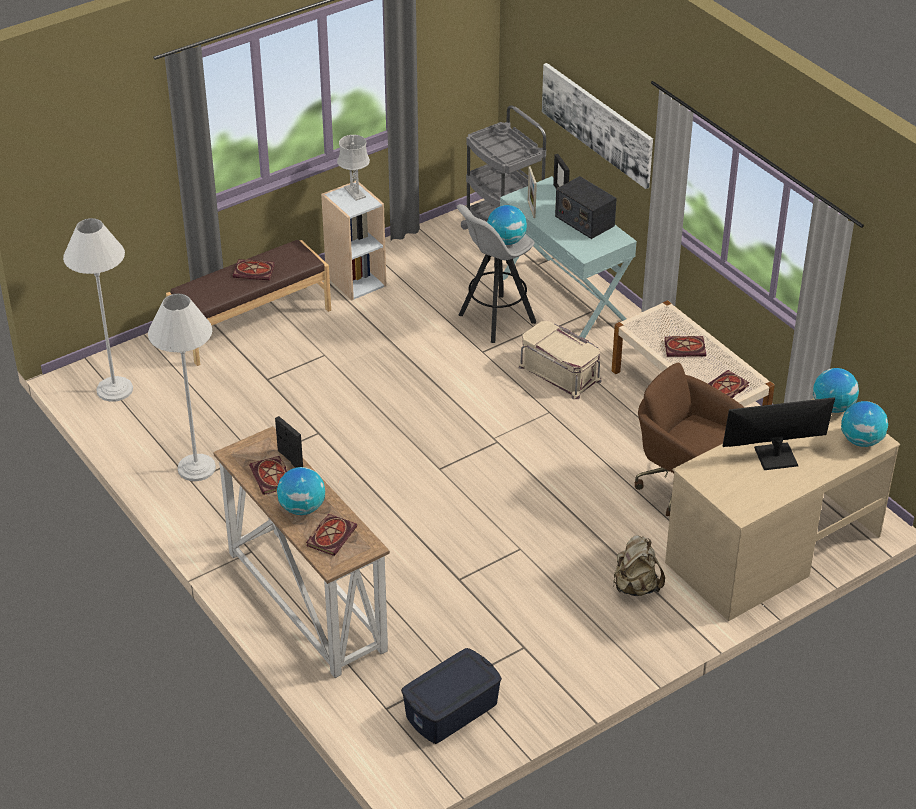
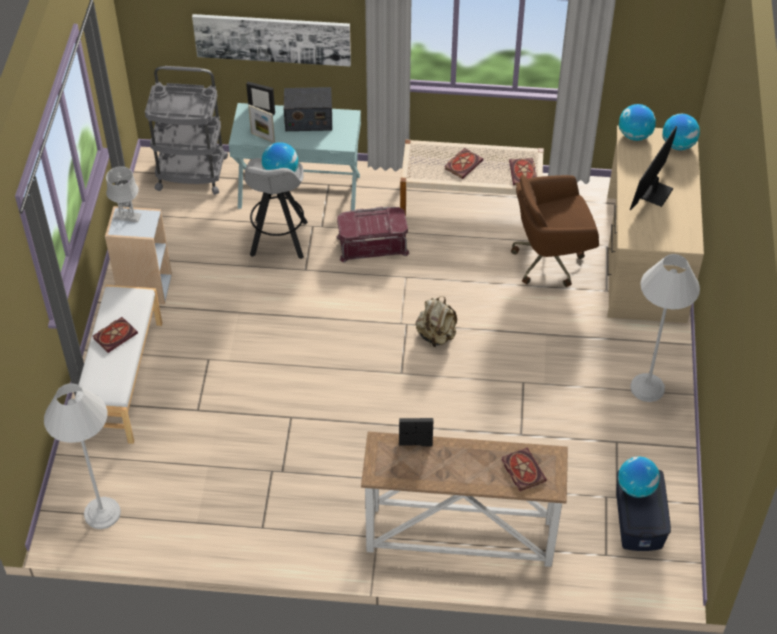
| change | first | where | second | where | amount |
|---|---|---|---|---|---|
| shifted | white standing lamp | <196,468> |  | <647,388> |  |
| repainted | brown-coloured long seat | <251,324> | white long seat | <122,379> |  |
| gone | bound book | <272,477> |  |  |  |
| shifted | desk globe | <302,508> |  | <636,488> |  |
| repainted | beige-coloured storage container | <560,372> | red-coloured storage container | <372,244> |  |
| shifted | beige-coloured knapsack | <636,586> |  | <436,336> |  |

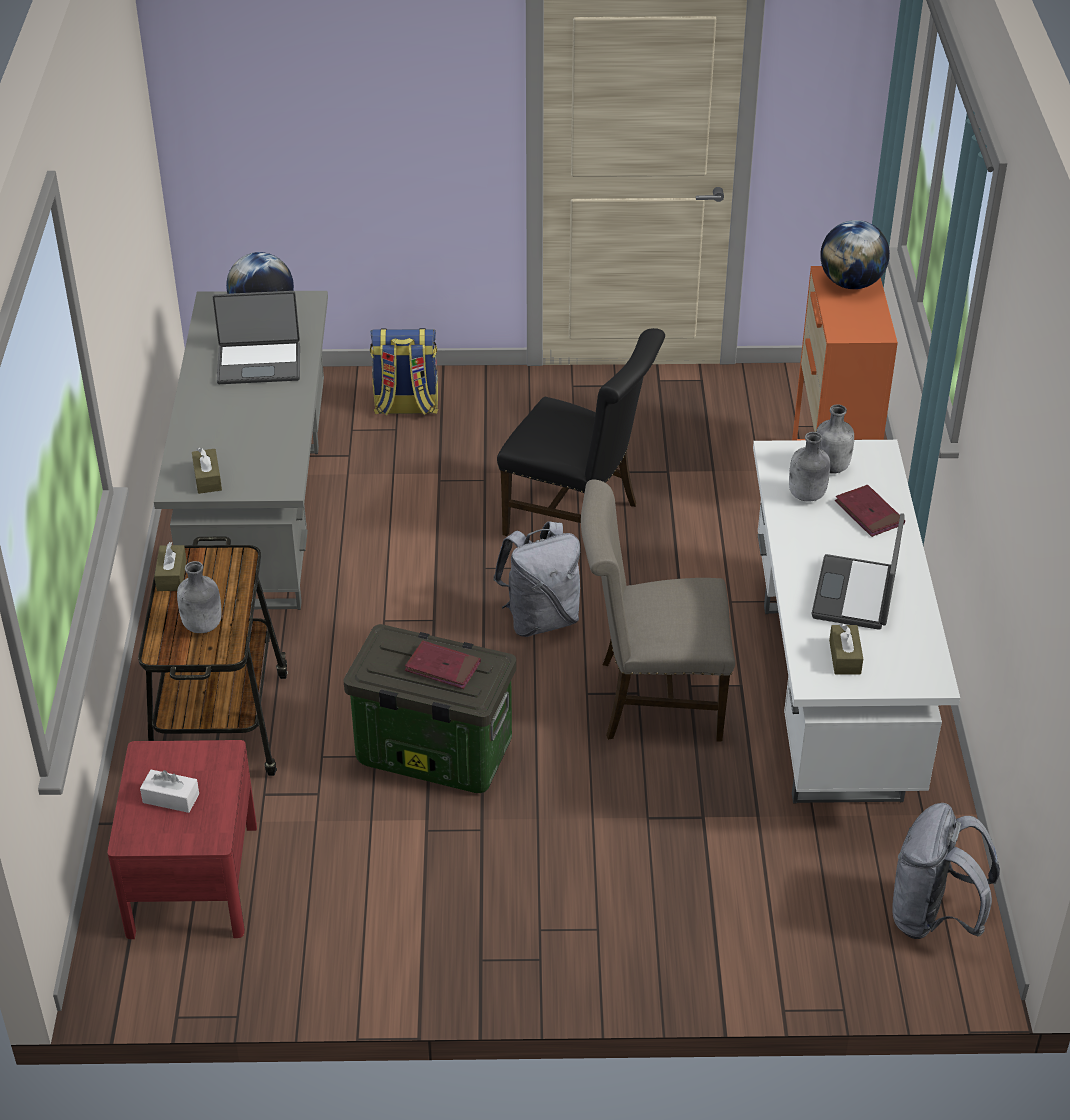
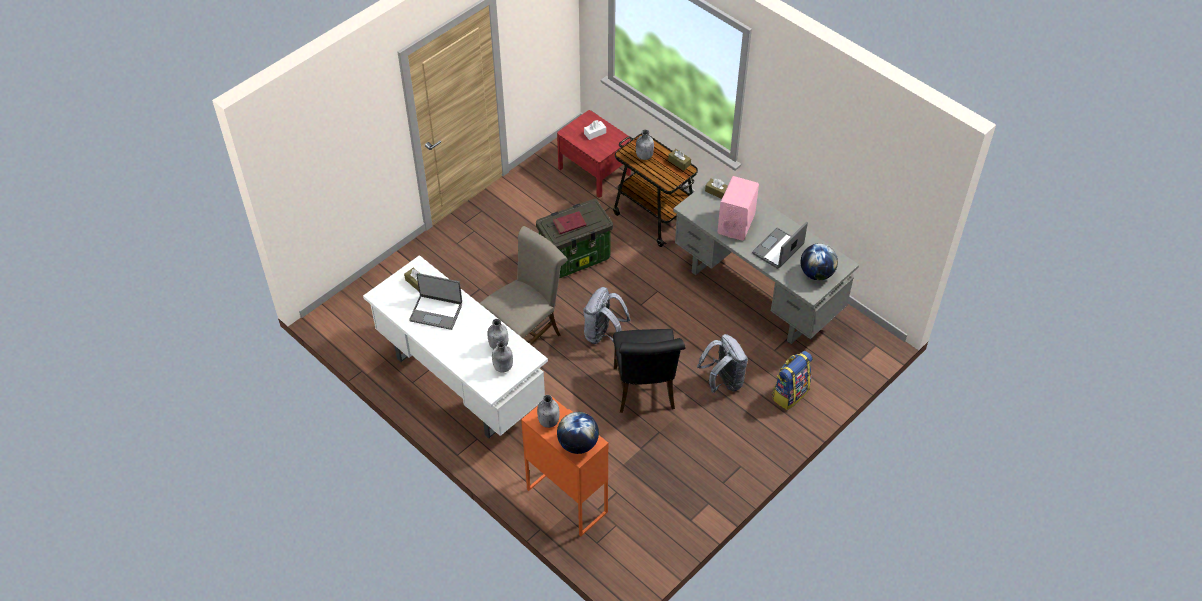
| change | first | where | second | where | amount |
|---|---|---|---|---|---|
| rotated | blackish chair | <579,520> |  | <645,391> | 75 degrees counterclockwise |
| rotated | laptop | <856,594> |  | <436,312> | 135 degrees clockwise |
| gone | red-coloured bound book | <869,513> |  |  |  |
| shifted | gray knapsack | <933,917> |  | <723,381> |  |
| new |  |  | gray bottle | <548,421> |  |
| new |  |  | pink speaker | <736,224> |  |

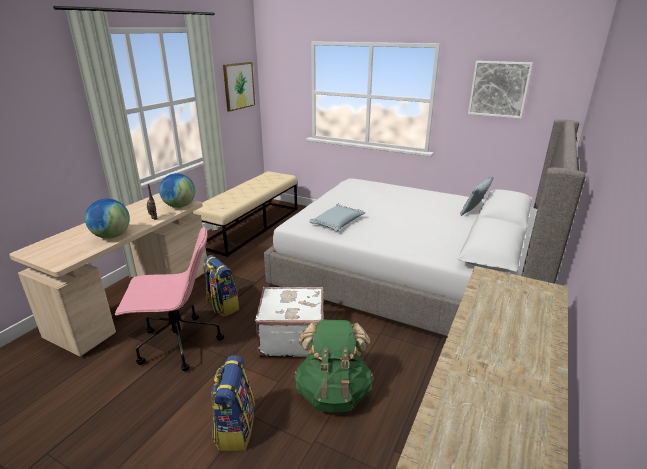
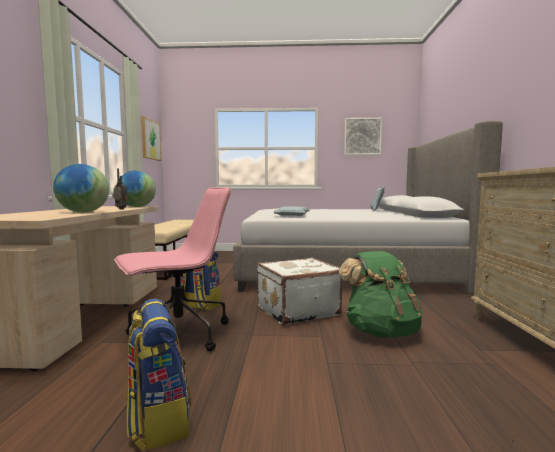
| change | first | where | second | where | amount |
|---|---|---|---|---|---|
| shifted | knapsack | <235,428> |  | <158,420> |  |

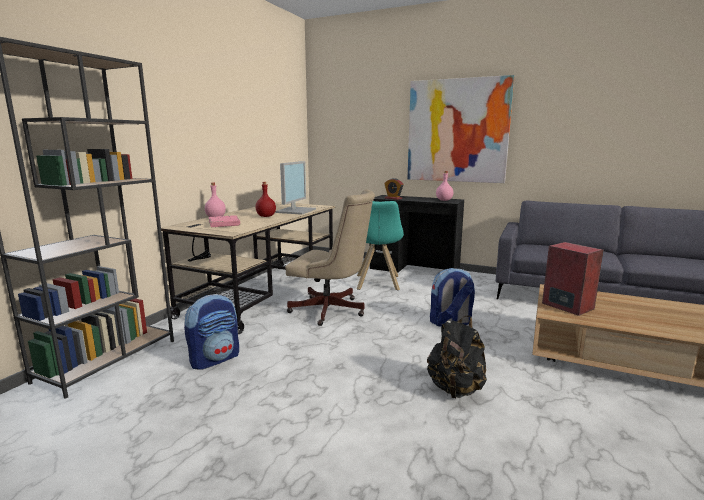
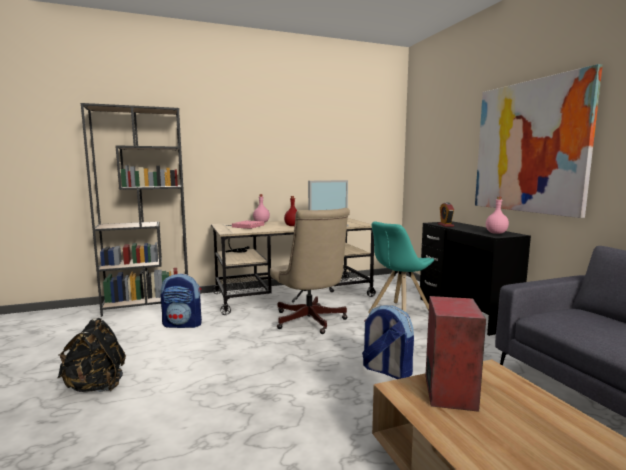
| change | first | where | second | where | amount |
|---|---|---|---|---|---|
| shifted | blackish knapsack | <456,389> |  | <96,386> |  |

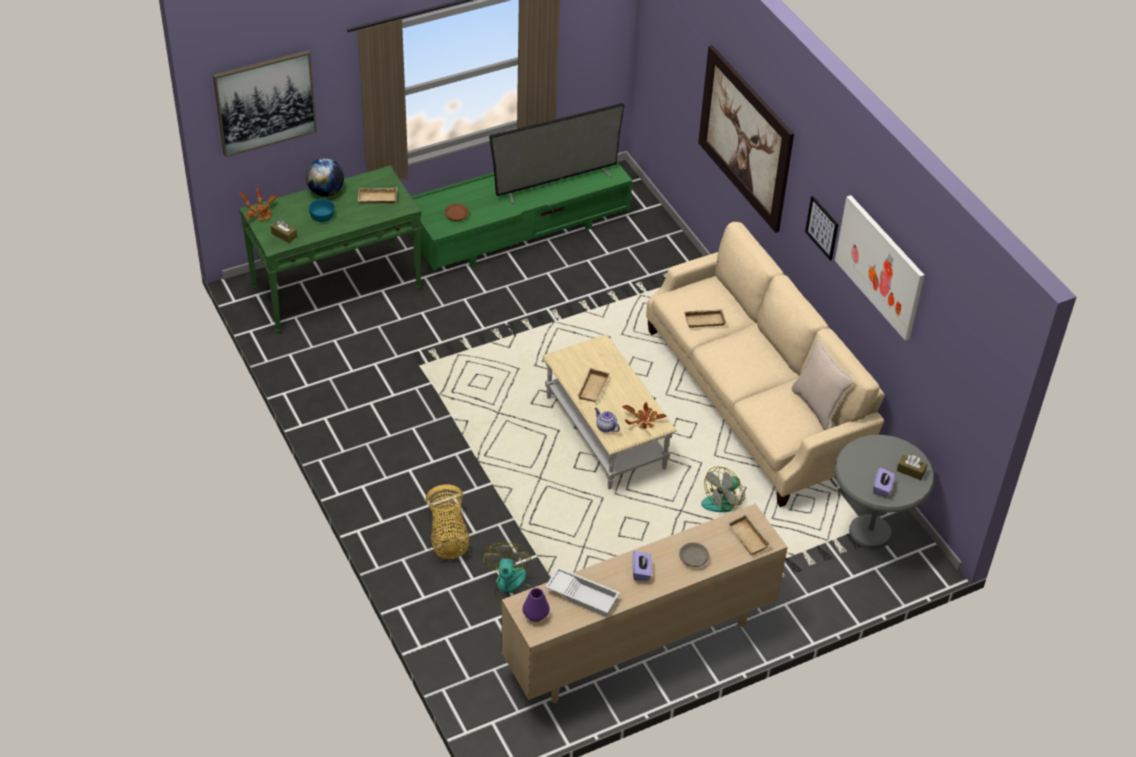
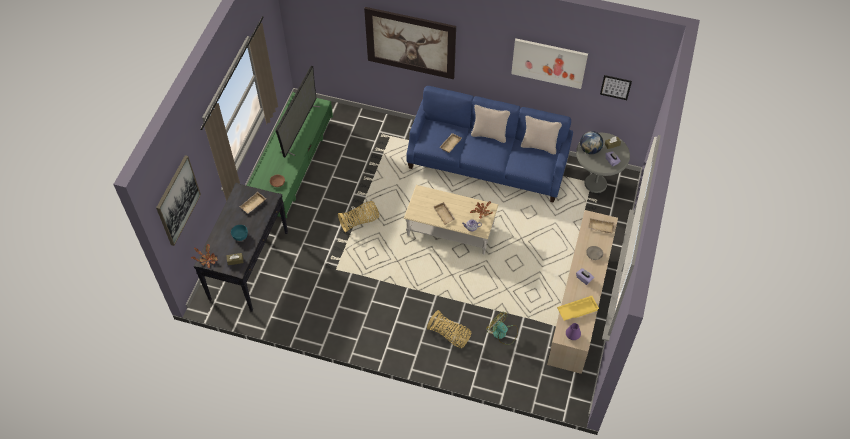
| change | first | where | second | where | amount |
|---|---|---|---|---|---|
| repainted | greenish hall table | <337,288> | blackish hall table | <249,265> |  |
| shifted | desk globe | <326,192> |  | <589,149> |  |
| repainted | white tray | <583,595> | yellow-coloured tray | <577,309> |  |
| repainted | beige-coloured settee | <754,401> | blue-coloured settee | <487,164> |  |
| gone | cooling fan | <724,500> |  |  |  |
| shifted | picture | <822,227> |  | <615,87> |  |
| new |  |  | storage basket | <360,221> |  |
| new |  |  | beige-coloured throw pillow | <489,135> |  |

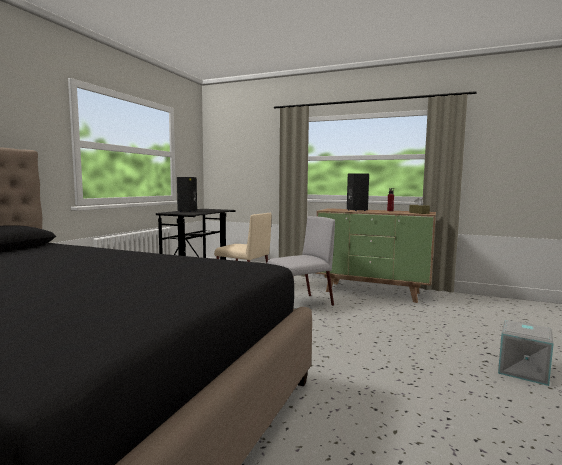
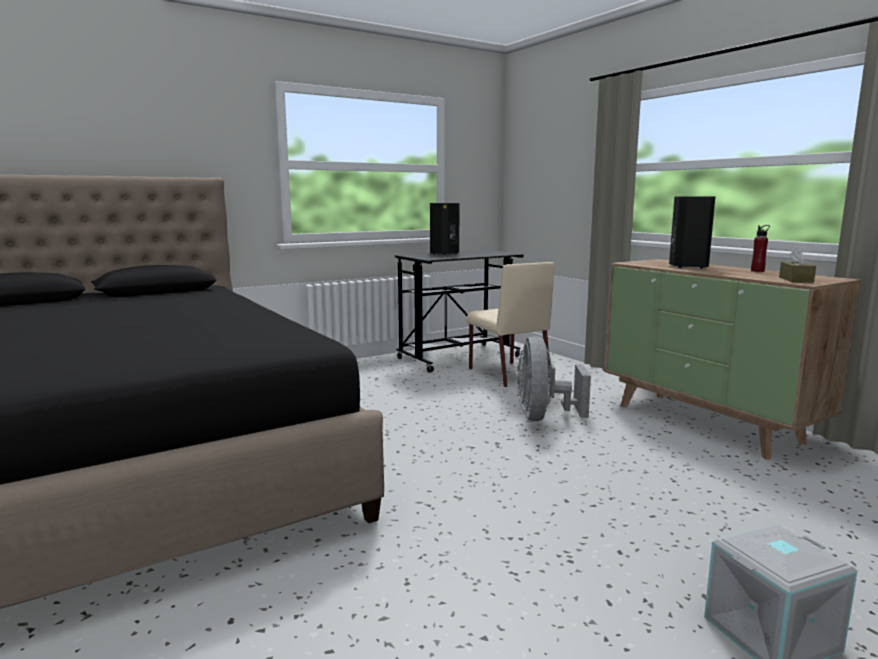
| change | first | where | second | where | amount |
|---|---|---|---|---|---|
| swapped | gray chair | <300,304> | gray cooling fan | <543,417> |  |

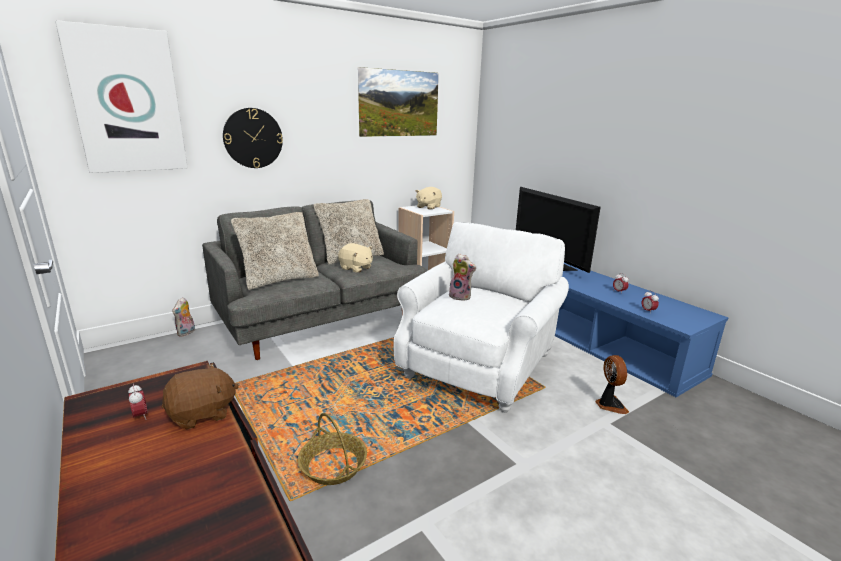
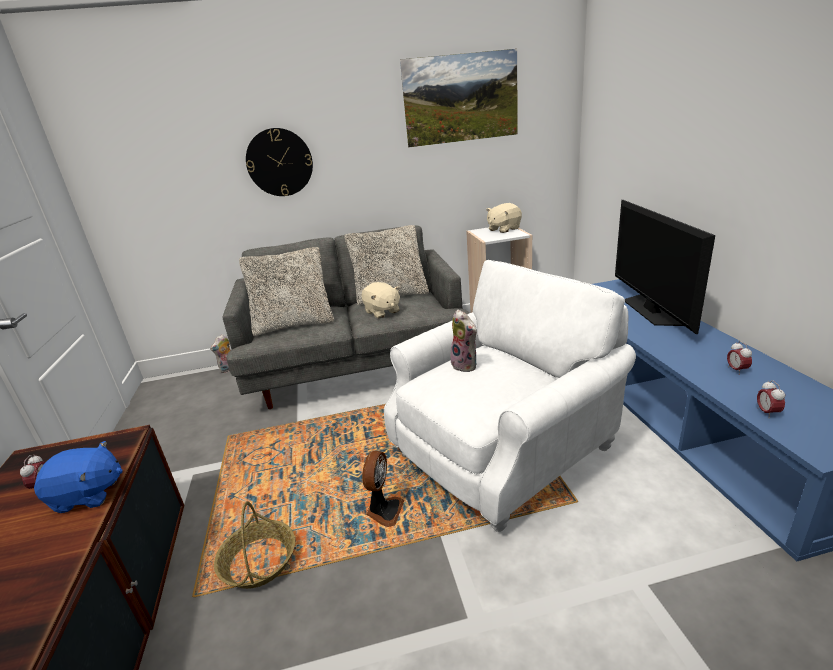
| change | first | where | second | where | amount |
|---|---|---|---|---|---|
| gone | picture | <127,101> |  |  |  |
| repainted | brown-coloured cuddly toy | <202,414> | blue-coloured cuddly toy | <89,495> |  |
| shifted | cooling fan | <609,405> |  | <384,511> |  |

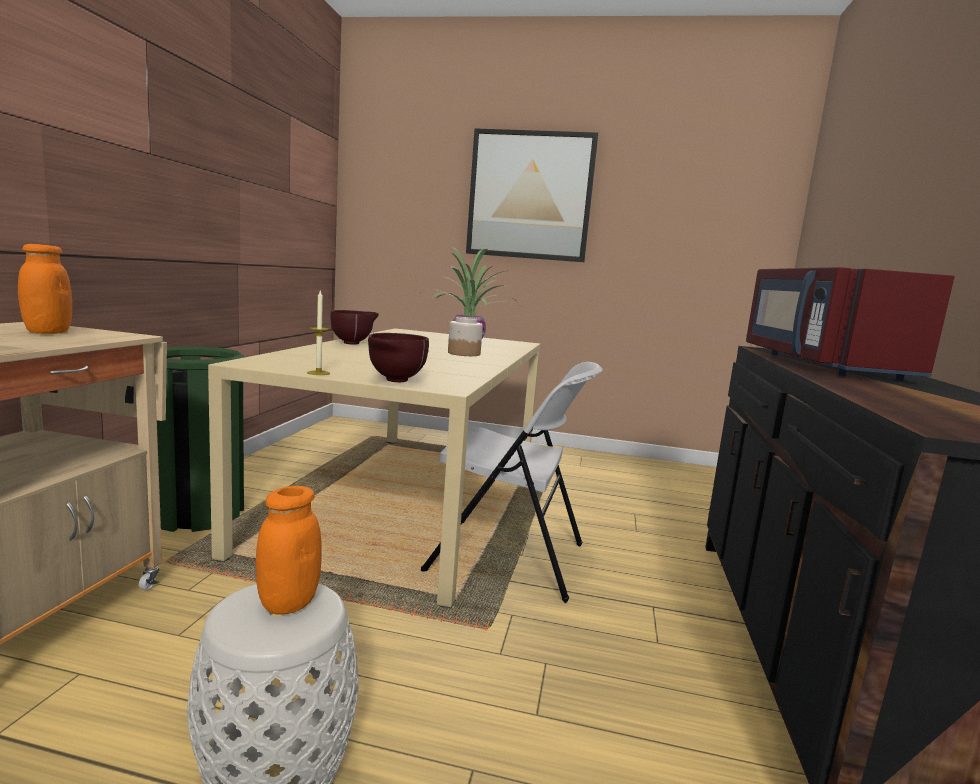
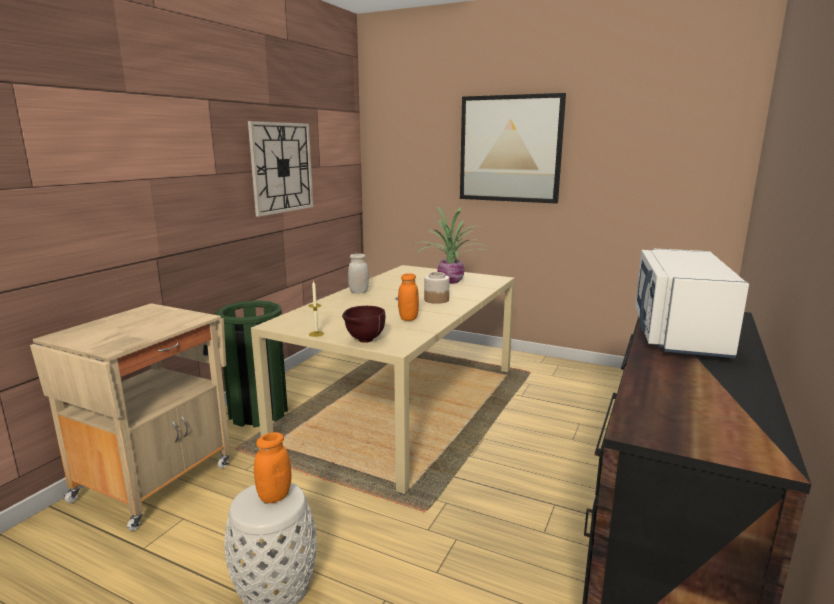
| change | first | where | second | where | amount |
|---|---|---|---|---|---|
| shifted | orangey jar | <48,332> |  | <408,318> |  |
| swapped | brown-coloured deep dish | <354,343> | white jar | <358,292> |  |
| gone | white chair | <507,557> |  |  |  |
| repainted | red-coloured microwave | <819,365> | white microwave | <677,333> |  |
| new |  |  | hanging clock | <282,167> |  |

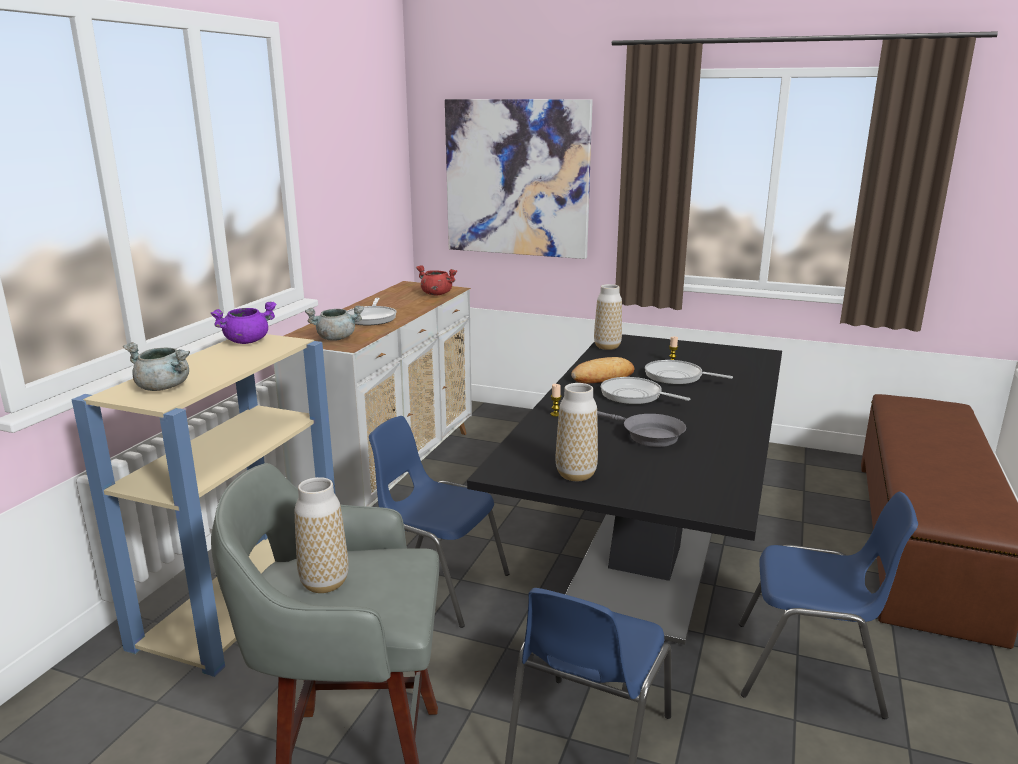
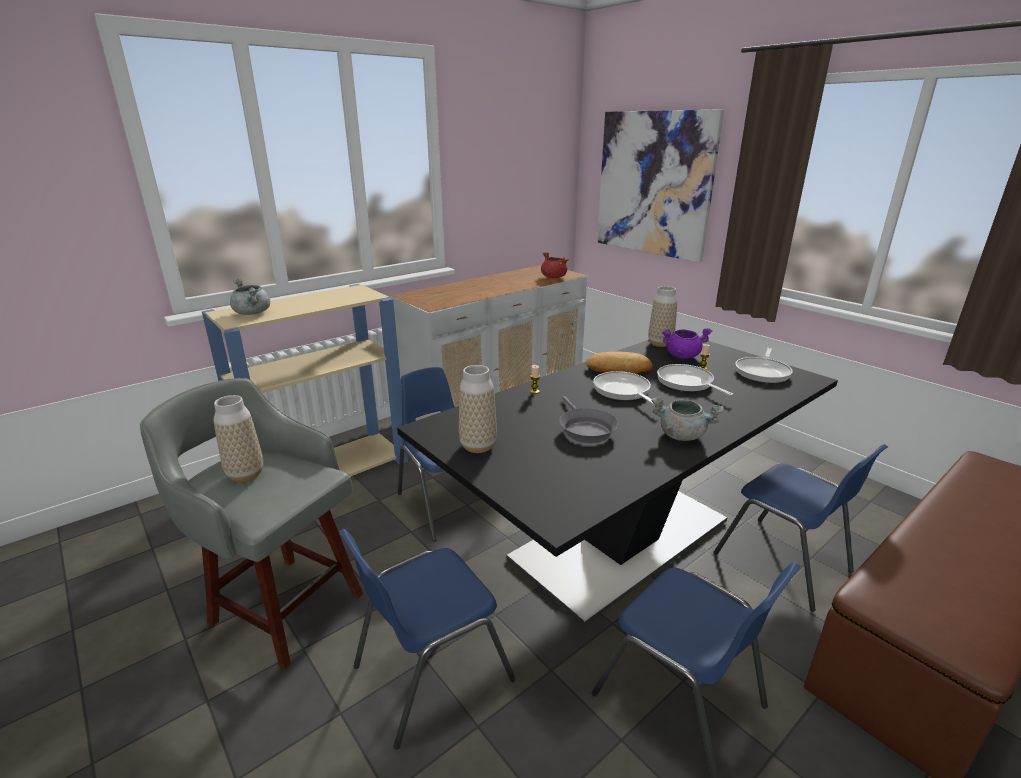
| change | first | where | second | where | amount |
|---|---|---|---|---|---|
| shifted | purple saucepot | <247,341> |  | <682,356> |  |
| shifted | gray saucepot | <336,338> |  | <682,435> |  |
| shifted | skillet | <371,318> |  | <762,372> |  |
| new |  |  | blue-coloured chair | <784,563> |  |

